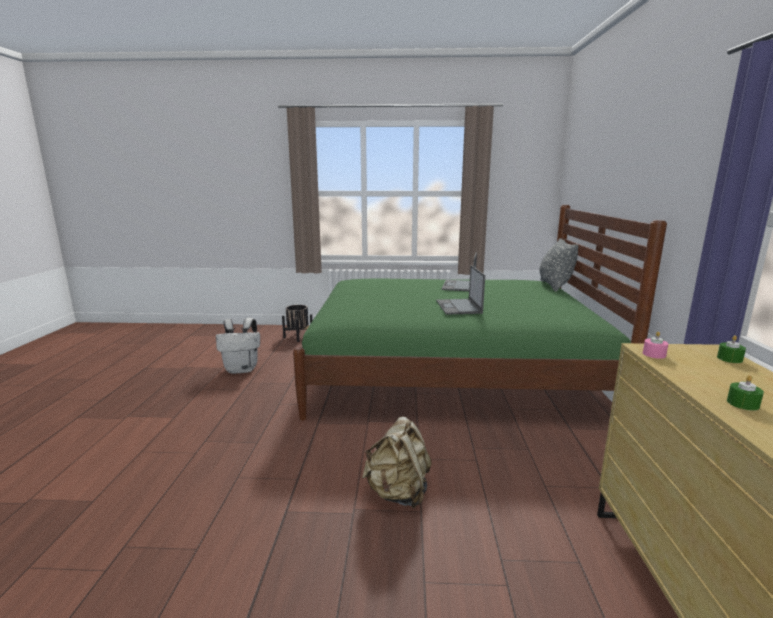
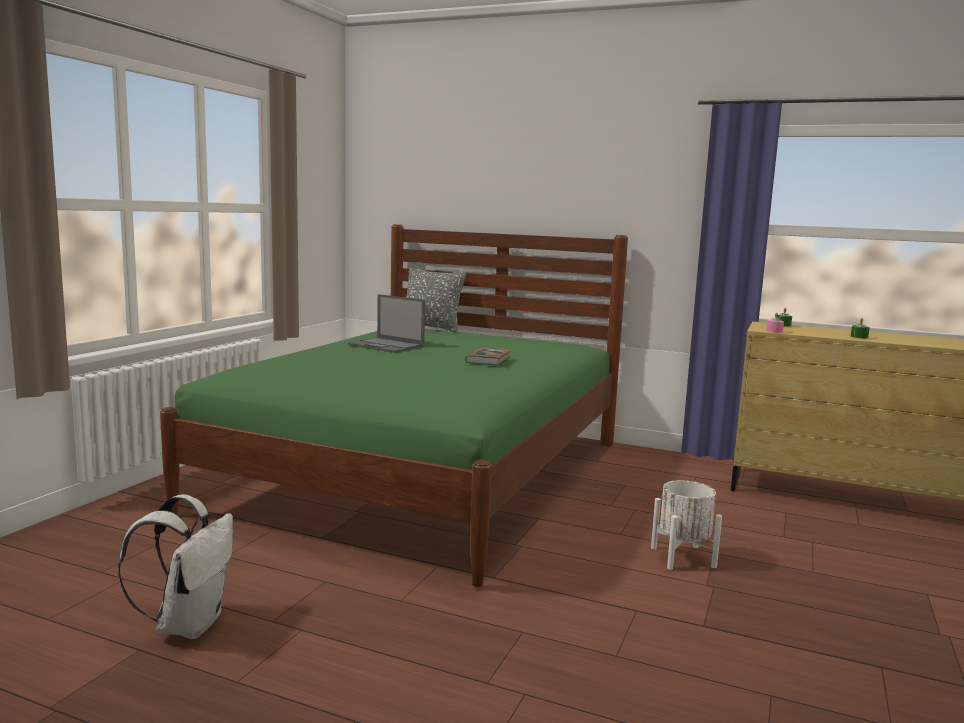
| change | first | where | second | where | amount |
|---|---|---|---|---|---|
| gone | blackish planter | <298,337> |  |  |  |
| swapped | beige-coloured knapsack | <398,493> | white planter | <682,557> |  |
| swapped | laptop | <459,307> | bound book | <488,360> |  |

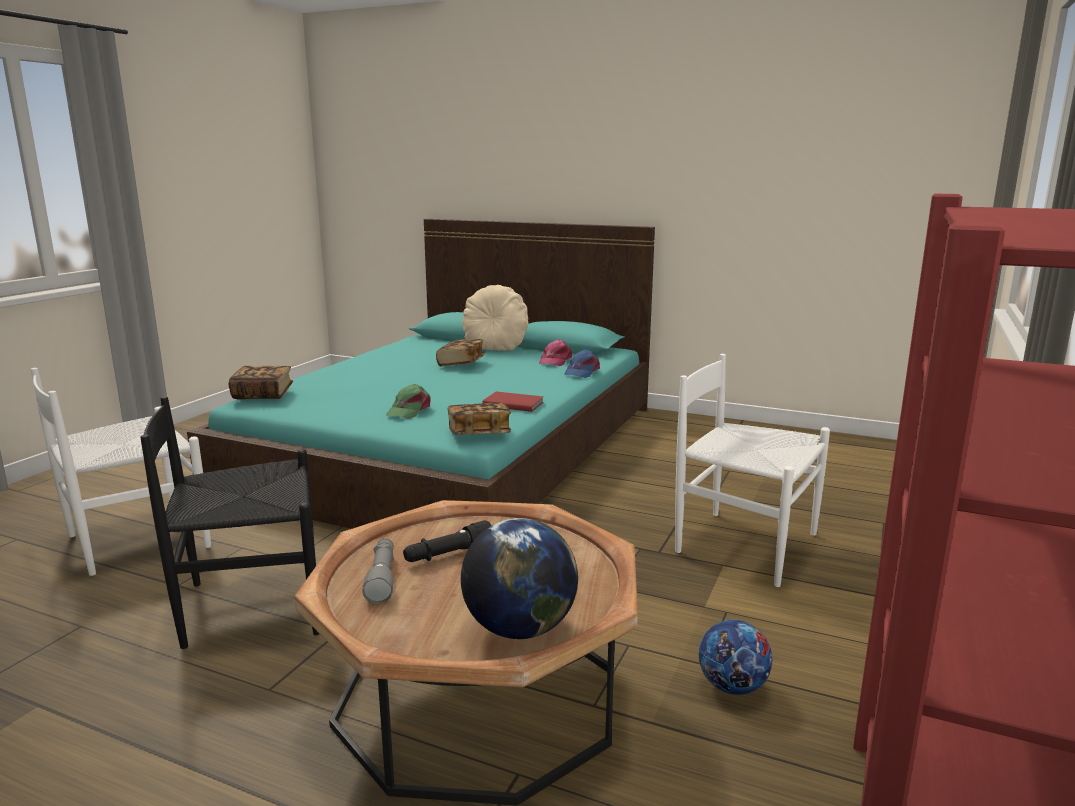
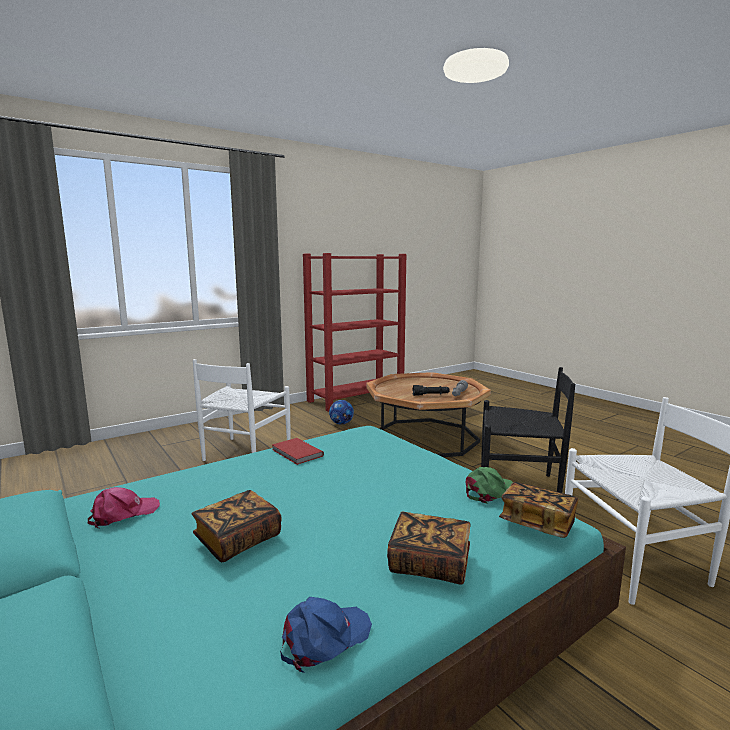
| change | first | where | second | where | amount |
|---|---|---|---|---|---|
| shifted | greenish peaked cap | <409,410> |  | <489,491> |  |
| shifted | bound book | <479,433> |  | <429,564> |  |
| gone | desk globe | <520,629> |  |  |  |
| gone | beige-coloured throw pillow | <495,349> |  |  |  |
| shifted | blue-coloured peaked cap | <581,372> |  | <324,638> |  |
| rotated | white chair | <743,545> |  | <244,453> | 45 degrees clockwise |

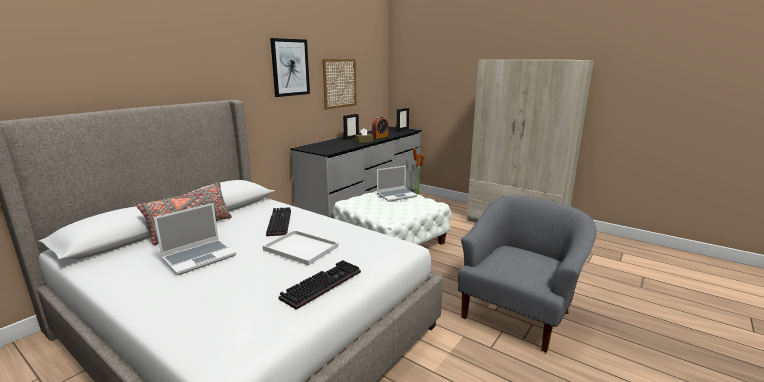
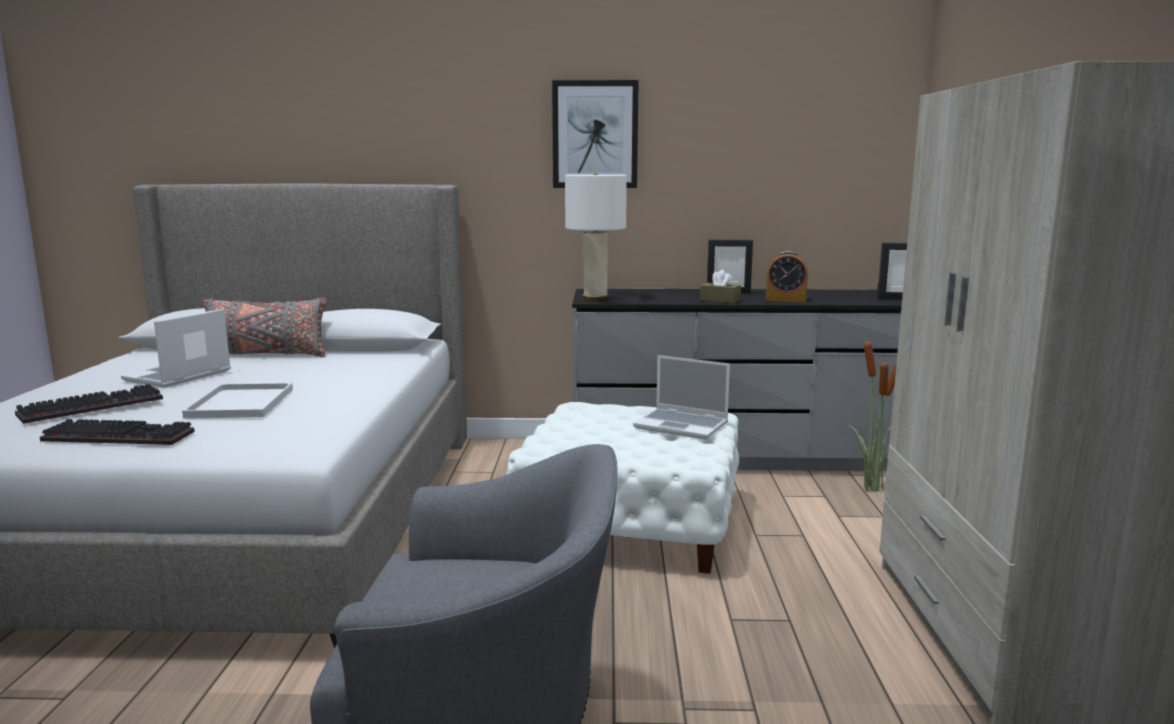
| change | first | where | second | where | amount |
|---|---|---|---|---|---|
| rotated | laptop | <199,257> |  | <178,376> | 105 degrees clockwise |
| shifted | computer keyboard | <278,222> |  | <93,406> |  |
| gone | picture | <339,82> |  |  |  |
| new |  |  | white tabletop lamp | <595,299> |  |

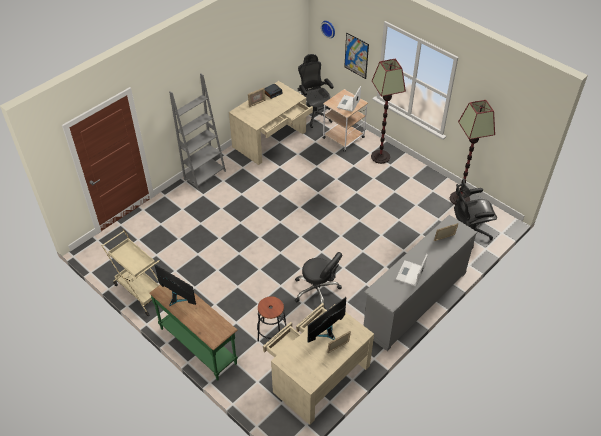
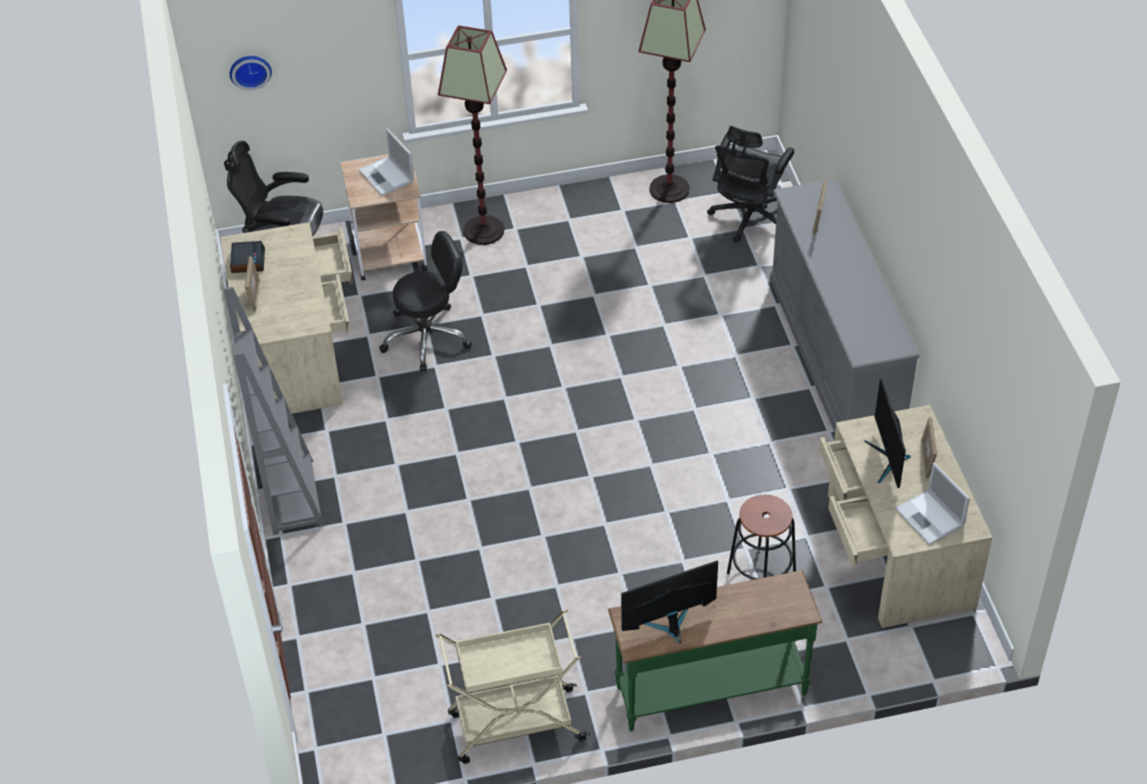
| change | first | where | second | where | amount |
|---|---|---|---|---|---|
| shifted | blackish desk chair | <318,291> |  | <430,336> |  |
| gone | picture | <356,55> |  |  |  |
| shifted | laptop | <410,274> |  | <930,518> |  |

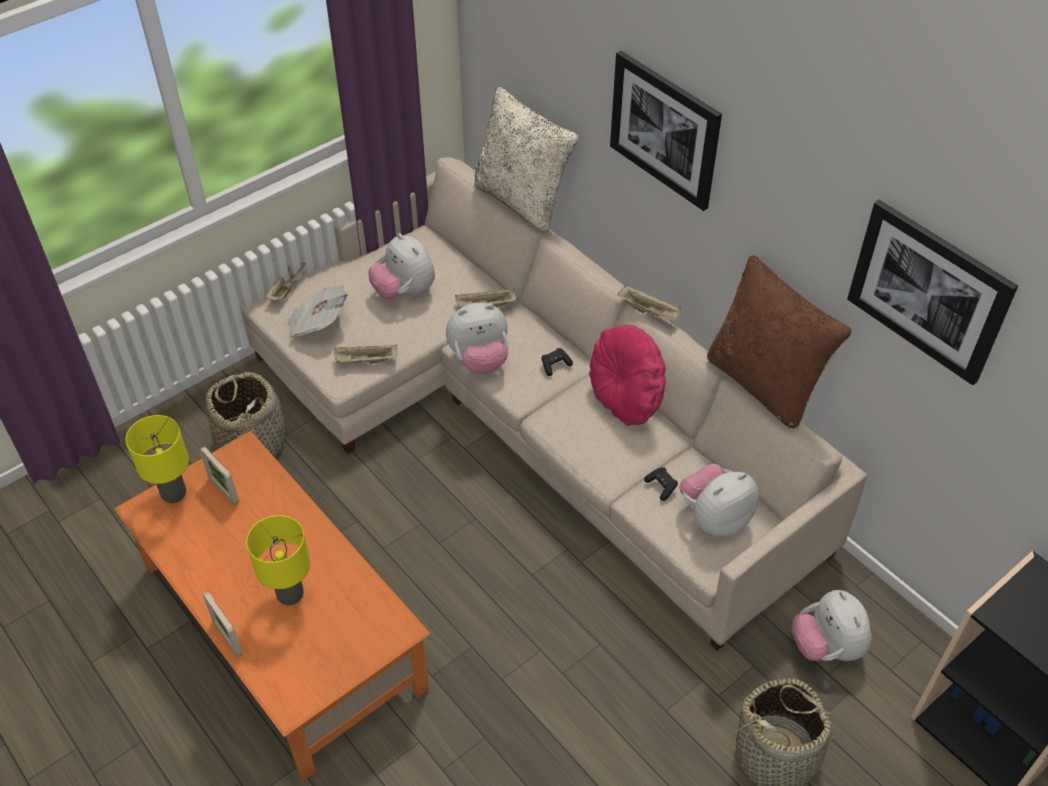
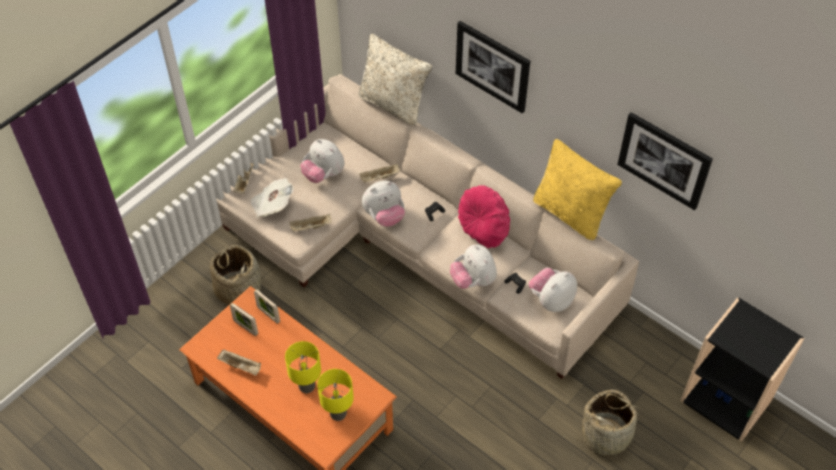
| change | first | where | second | where | amount |
|---|---|---|---|---|---|
| shifted | yellow-coloured tabletop lamp | <173,493> |  | <337,413> |  |
| shifted | picture frame | <227,638> |  | <268,314> |  |
| shifted | beige-coloured tray | <649,311> |  | <241,366> |  |
| repainted | brown-coloured throw pillow | <762,387> | yellow-coloured throw pillow | <570,215> |  |
| shifted | cuddly toy | <826,647> |  | <473,280> |  |

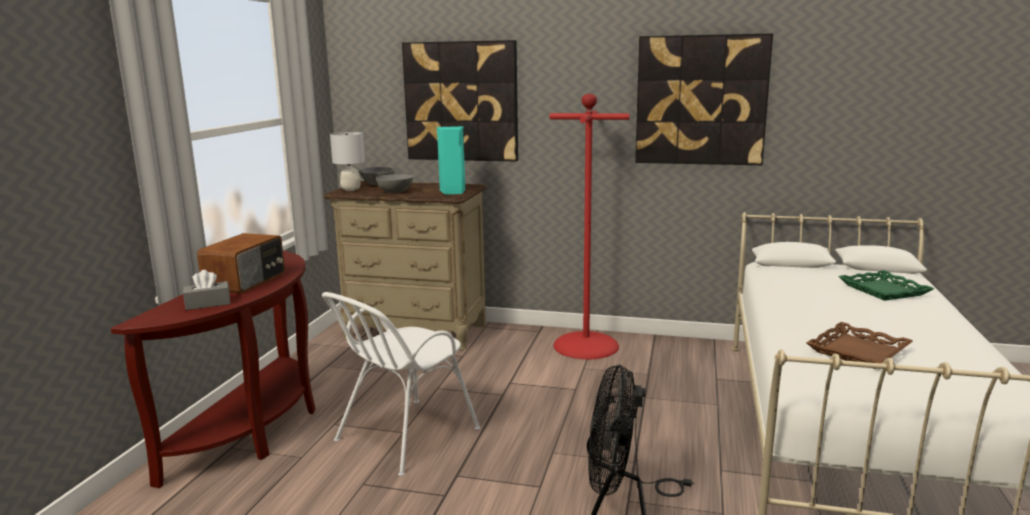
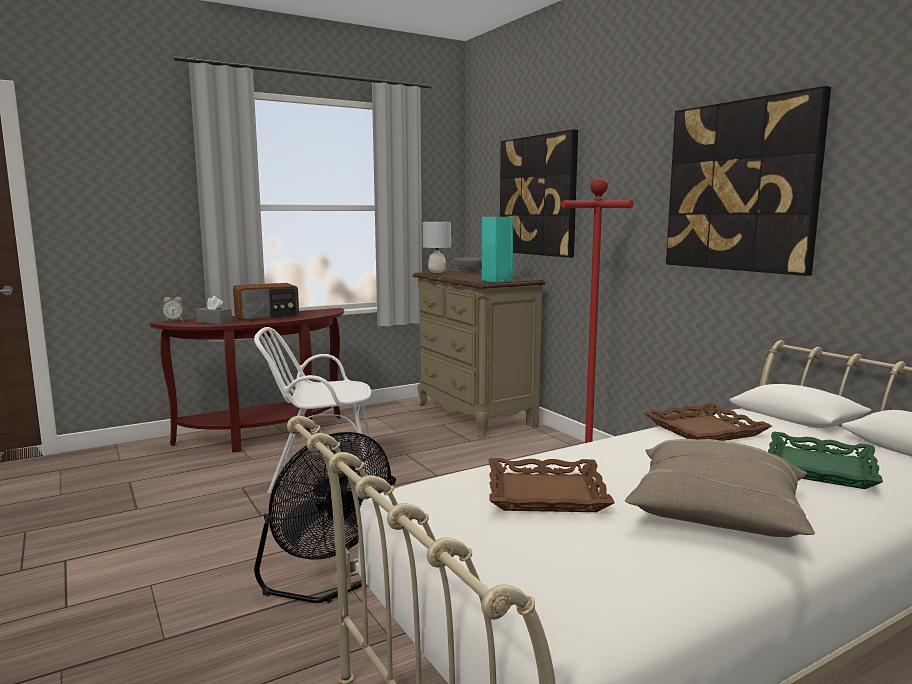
| change | first | where | second | where | amount |
|---|---|---|---|---|---|
| gone | gray deep dish | <395,192> |  |  |  |
| new |  |  | alarm clock | <174,321> |  |
| new |  |  | beige-coloured throw pillow | <716,514> |  |
| new |  |  | brown-coloured tray | <705,430> |  |

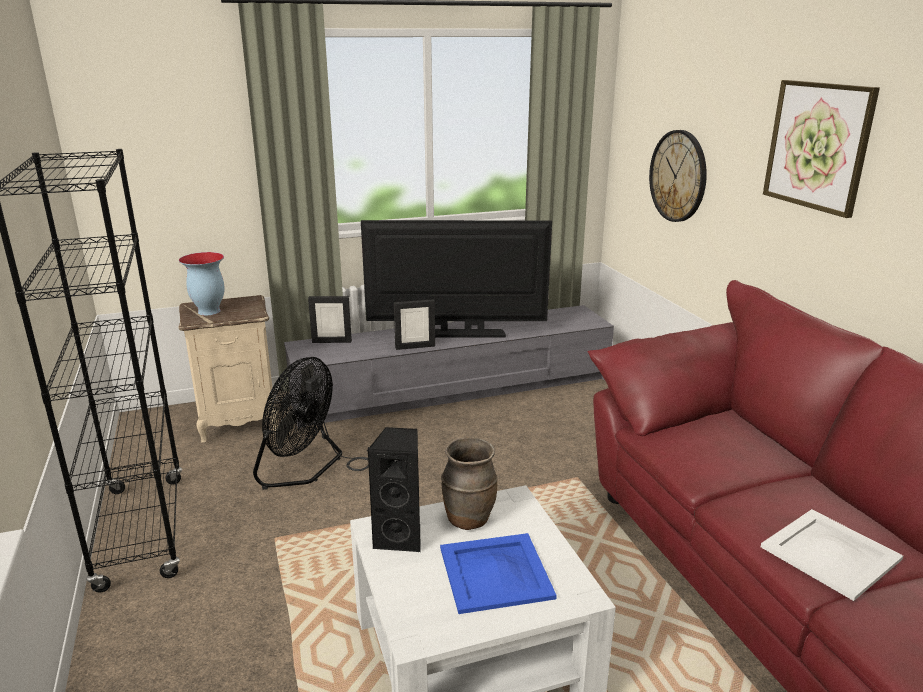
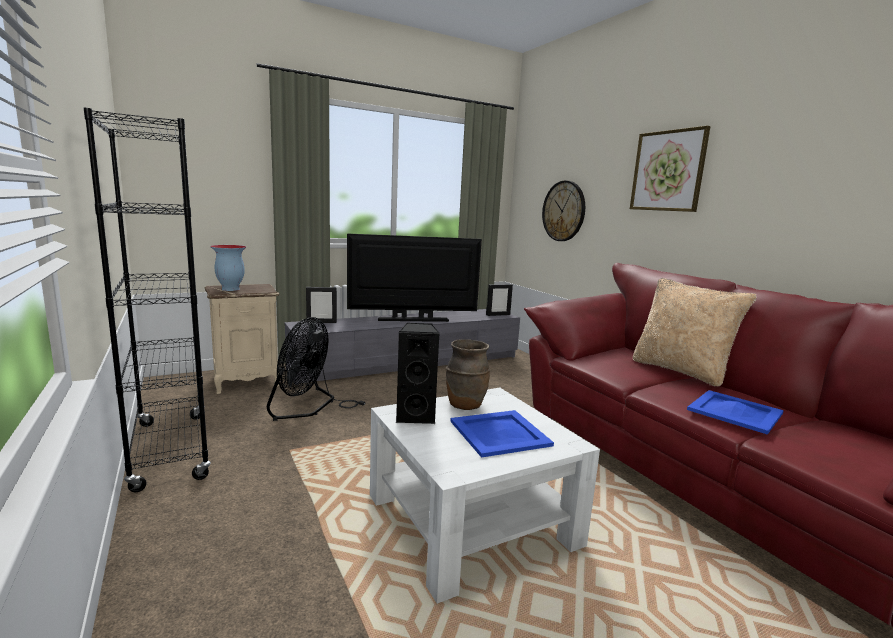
| change | first | where | second | where | amount |
|---|---|---|---|---|---|
| shifted | picture frame | <415,346> |  | <498,314> |  |
| repainted | white tray | <829,553> | blue-coloured tray | <734,411> |  |
| new |  |  | beige-coloured throw pillow | <680,373> |  |

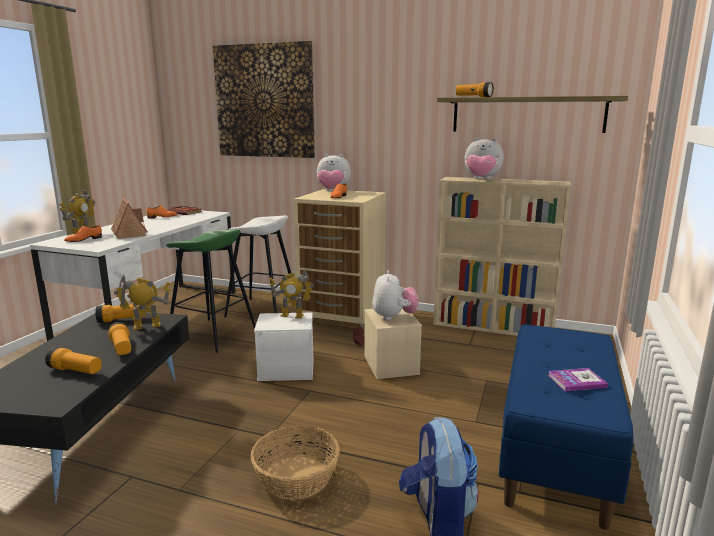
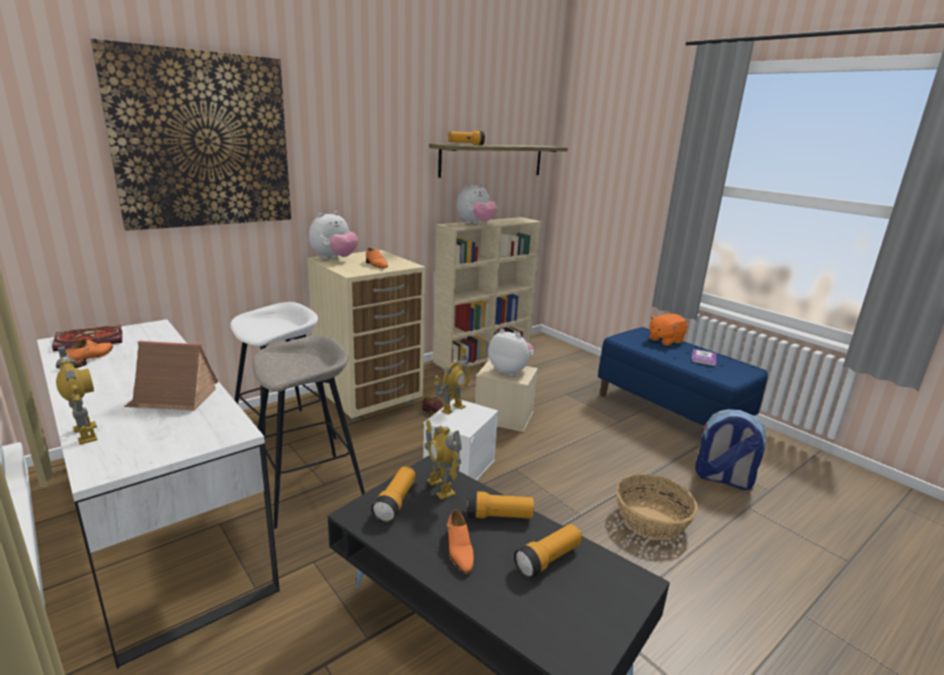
| change | first | where | second | where | amount |
|---|---|---|---|---|---|
| shifted | orangey shoe | <84,240> |  | <459,550> |  |
| rotated | model robot | <146,326> |  | <440,487> | 45 degrees counterclockwise |
| repainted | greenish stool | <212,335> | gray stool | <308,488> |  |
| new |  |  | orangey cuddly toy | <665,340> |  |

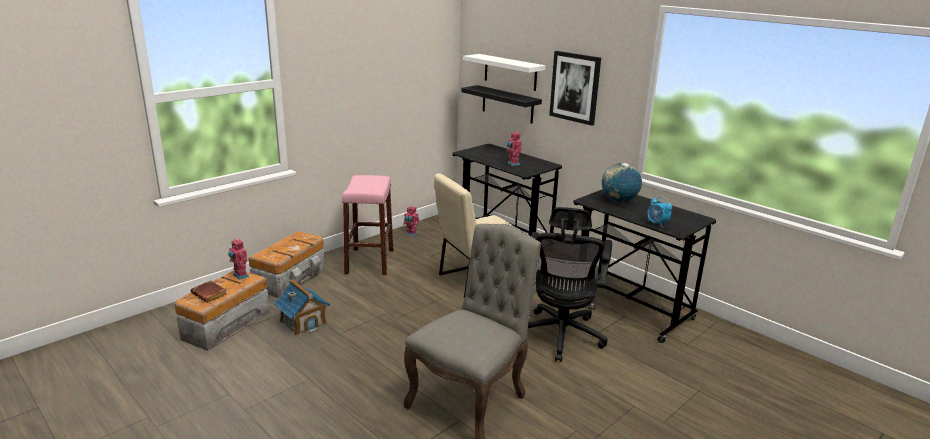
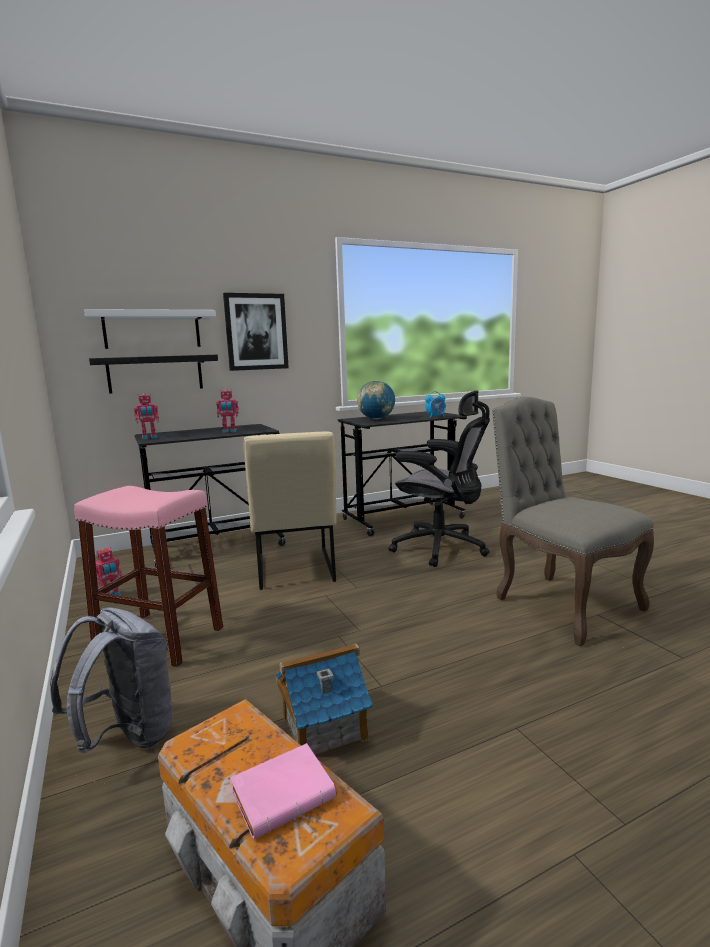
| change | first | where | second | where | amount |
|---|---|---|---|---|---|
| repainted | brown-coloured bound book | <210,294> | pink bound book | <284,793> |  |
| shifted | model robot | <240,276> |  | <149,438> |  |
| swapped | storage container | <291,278> | gray knapsack | <127,737> |  |

